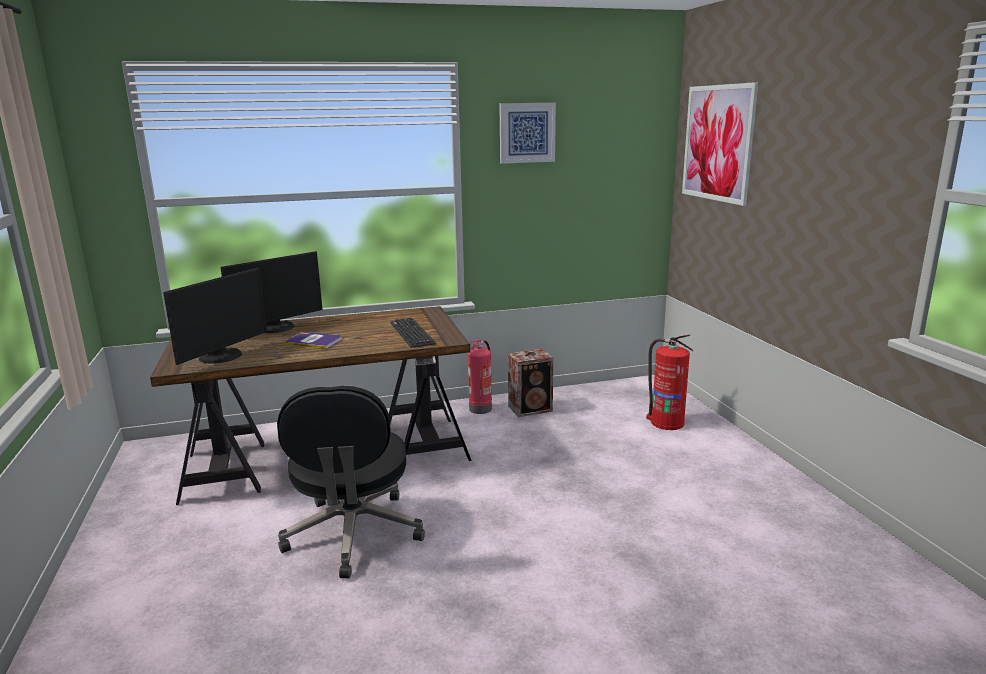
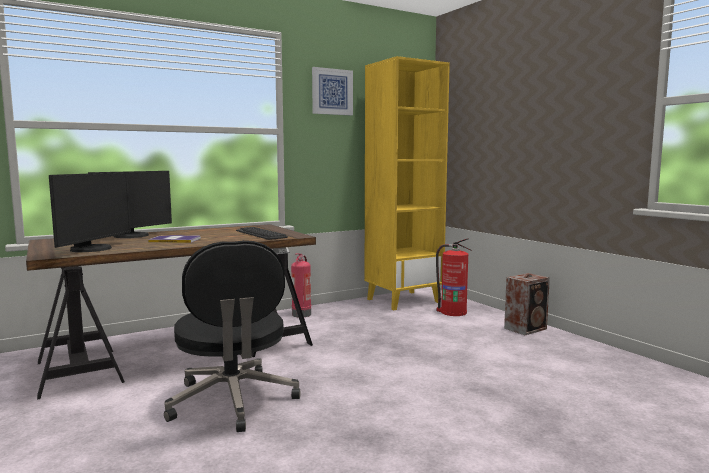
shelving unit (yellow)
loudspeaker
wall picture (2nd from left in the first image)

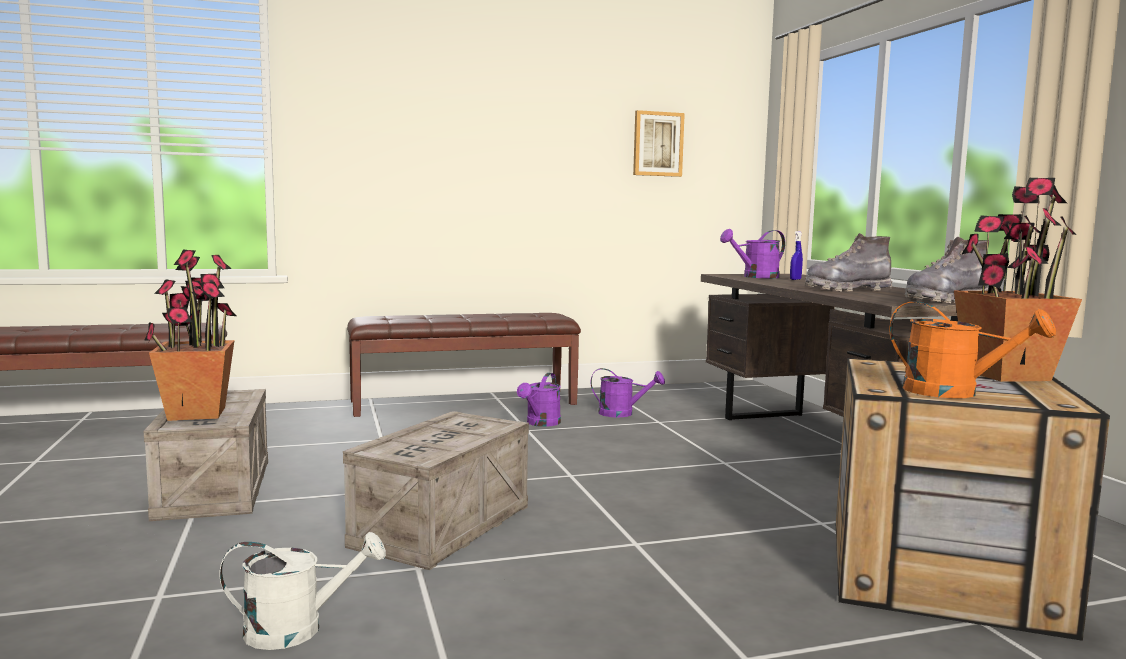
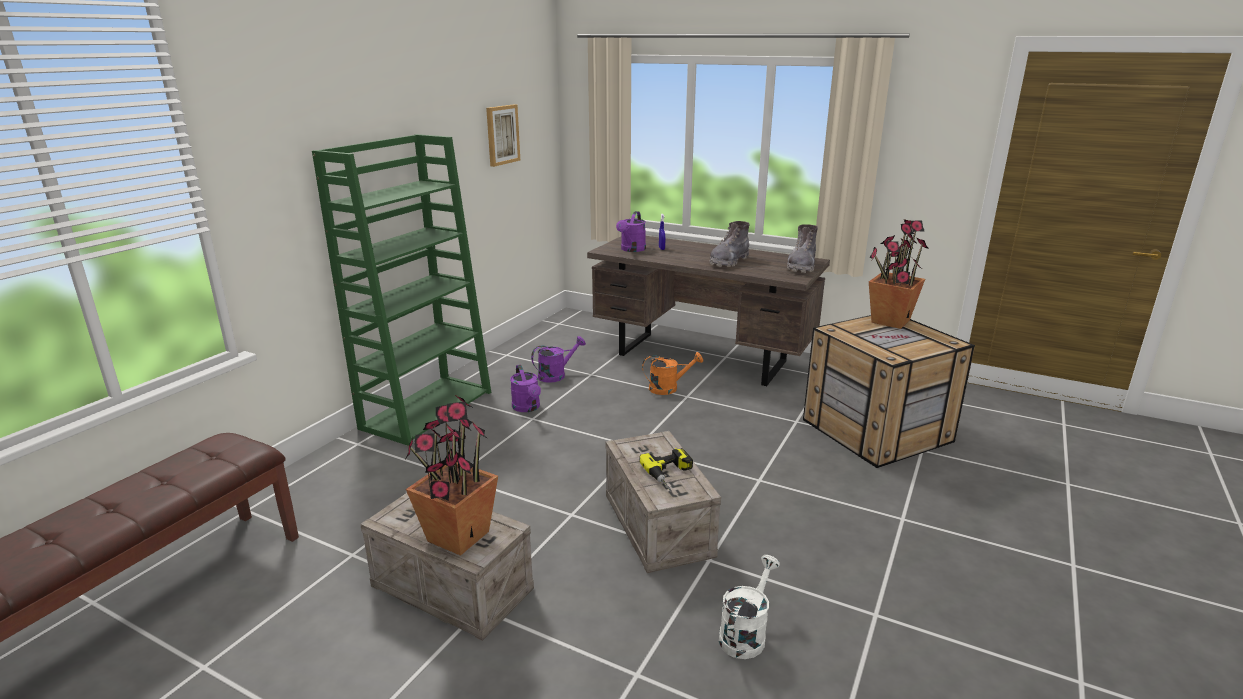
shelving unit (greenish)
electric drill
watering can (orange)

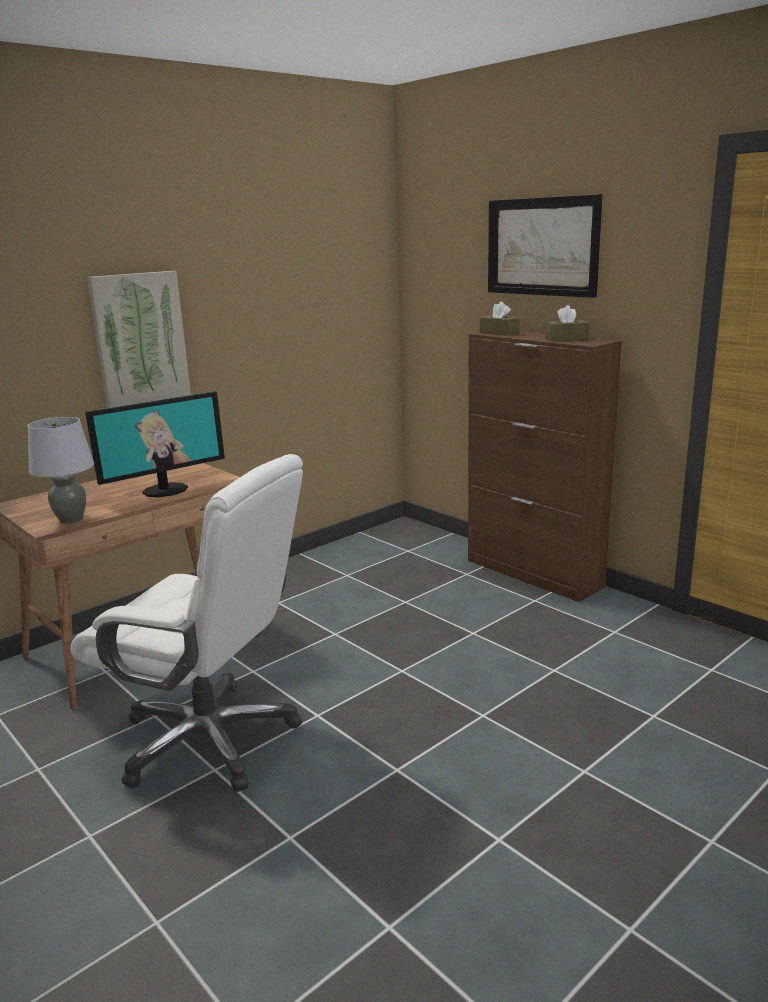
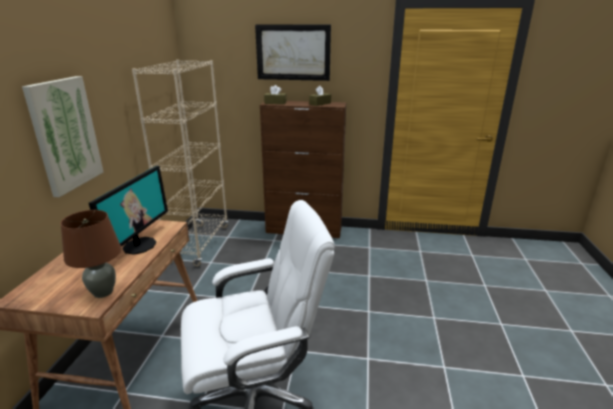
tabletop lamp (brownish)
shelving unit (sand-coloured)

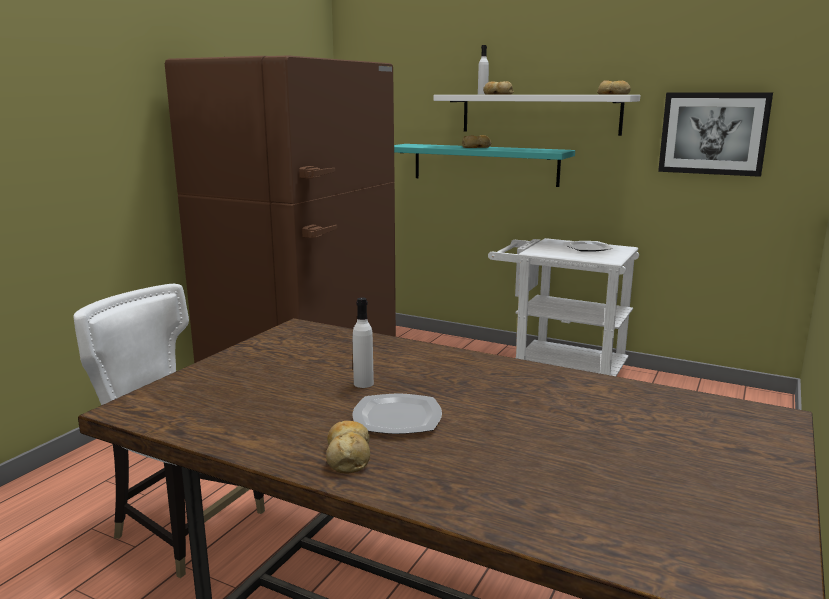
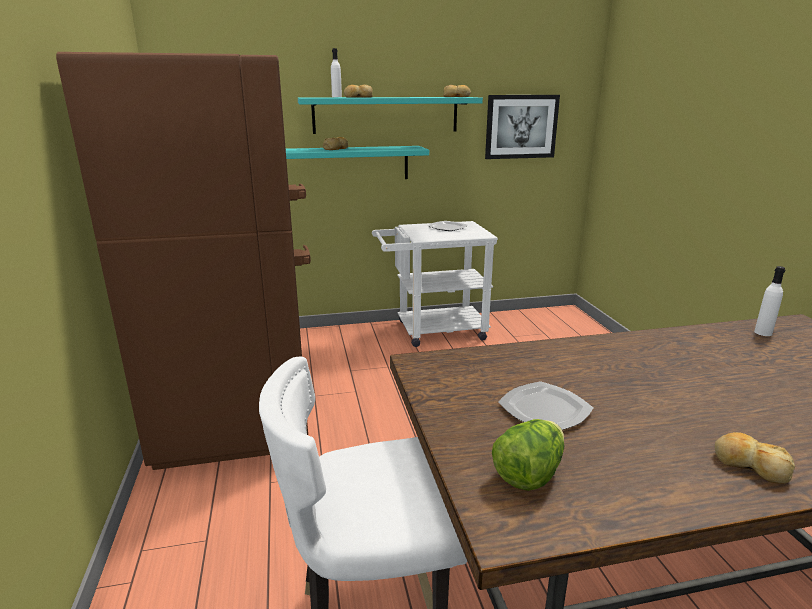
shelf (blue-green) (2nd from left)
lettuce
flat dish (2nd from left)
drink bottle (white-coloured) (2nd from left)

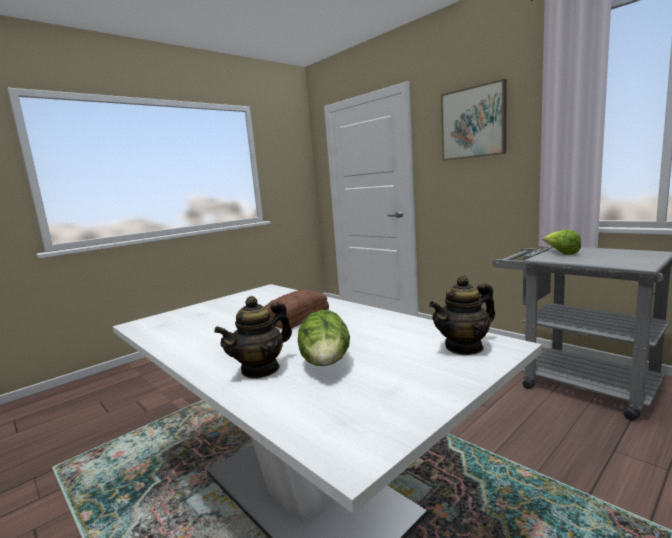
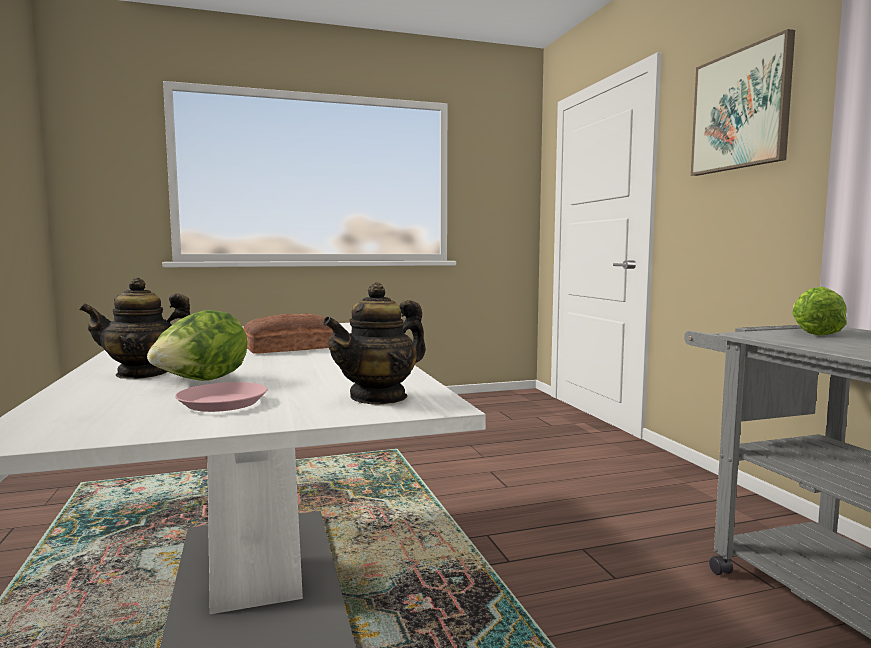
flat dish (pink)
tea pot (2nd from left)

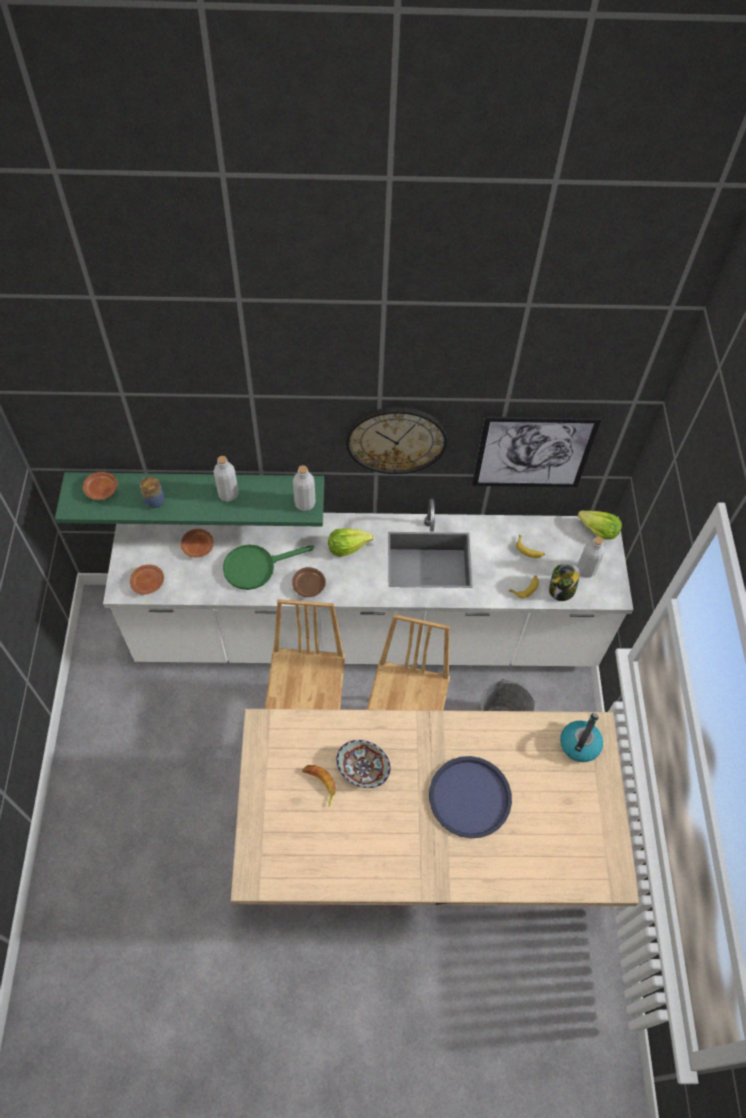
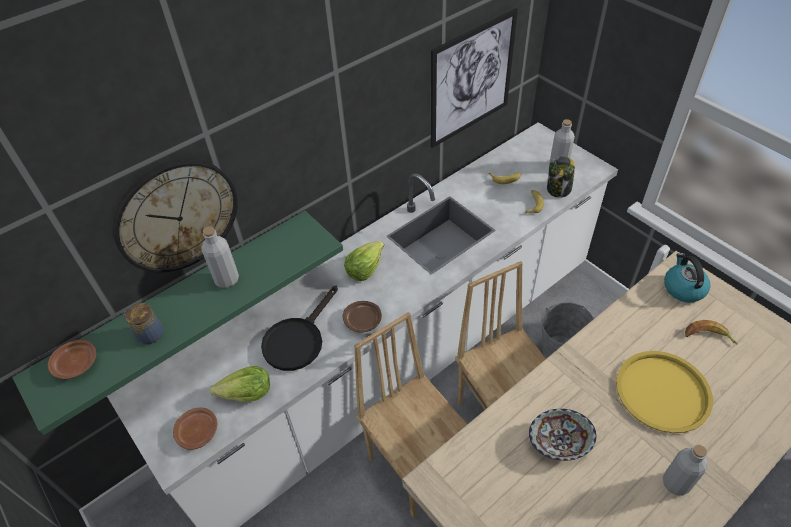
clock on the wall
lettuce (1st from left)
frying pan (black)
serving tray (yellow)
drink bottle (gray) (3rd from left)
banana (3rd from left)
flat dish (brownish) (3rd from left in the first image)

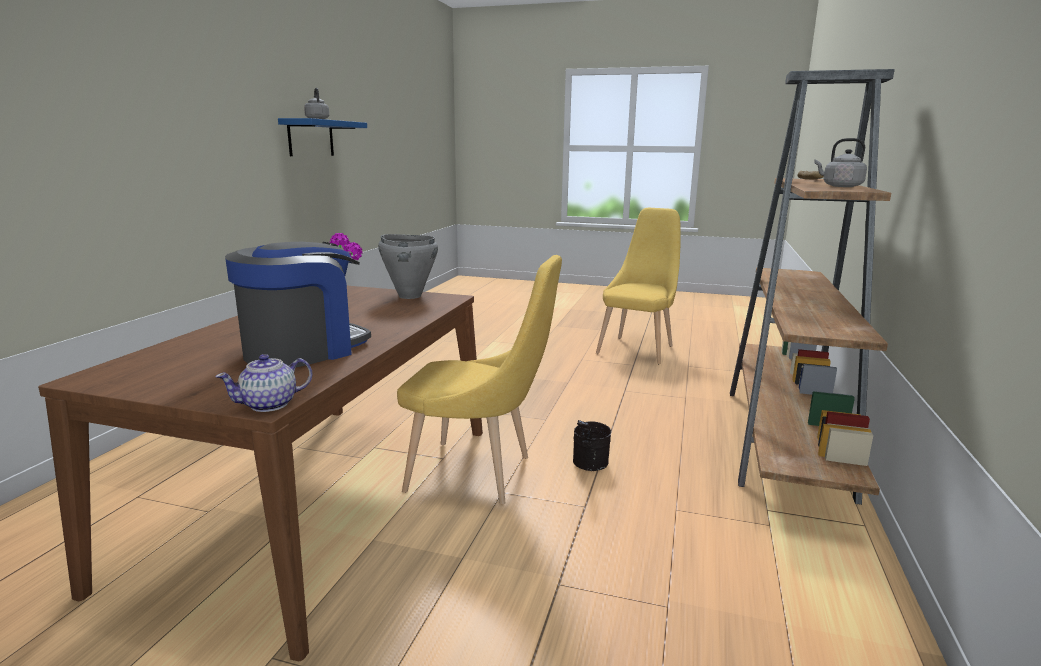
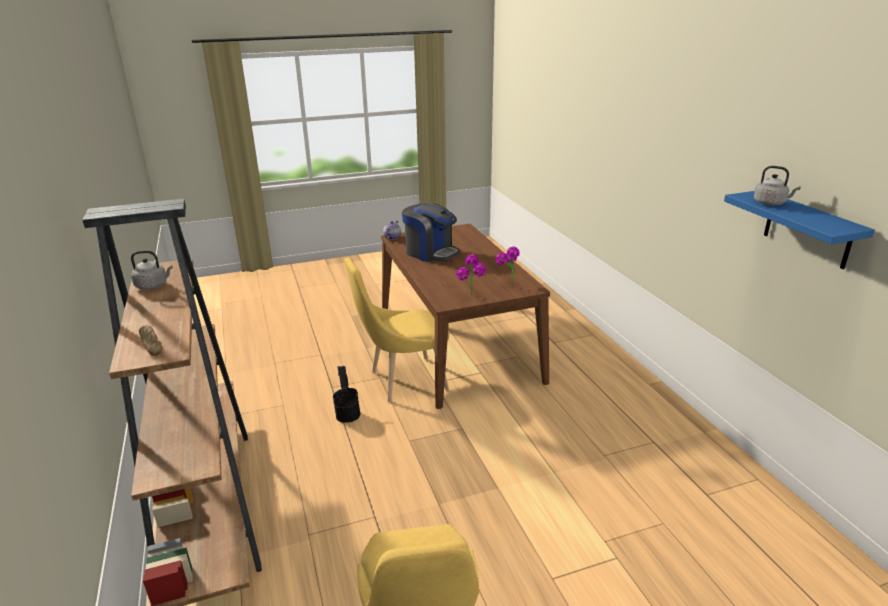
coffee maker
houseplant (1st from left)

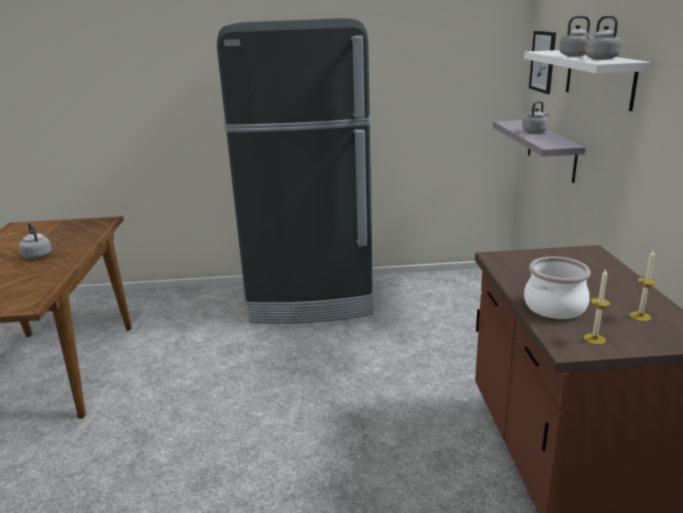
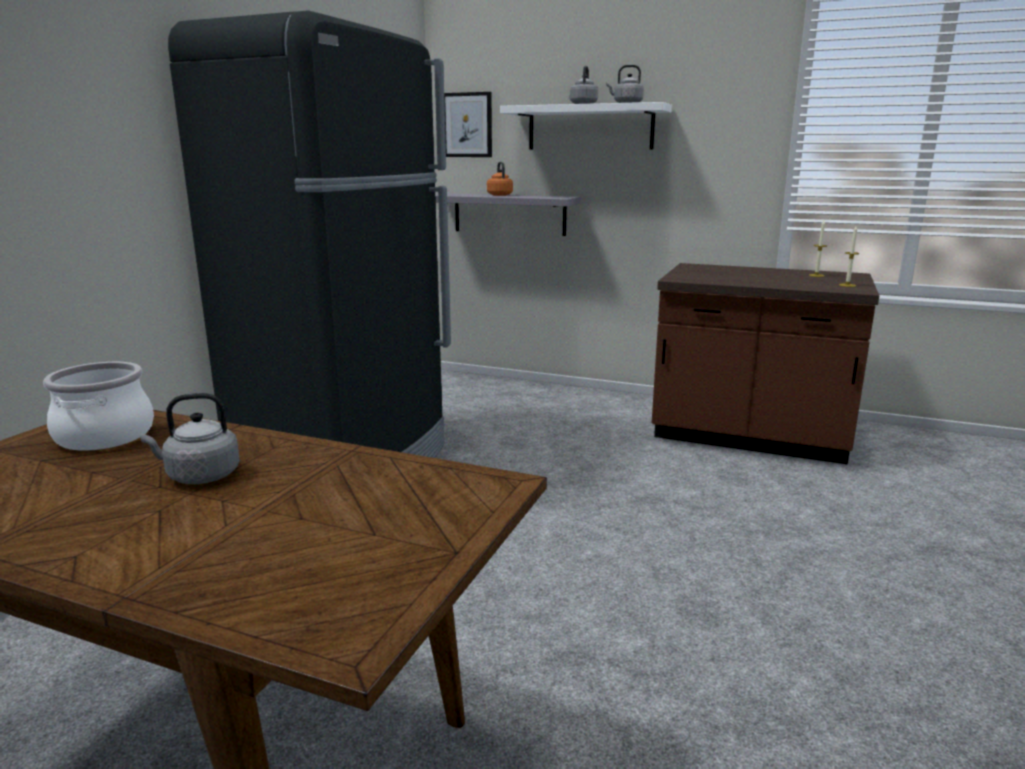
saucepot
kettle (orange)

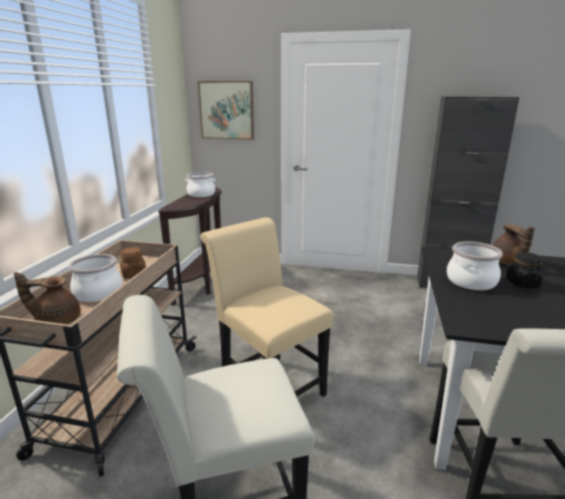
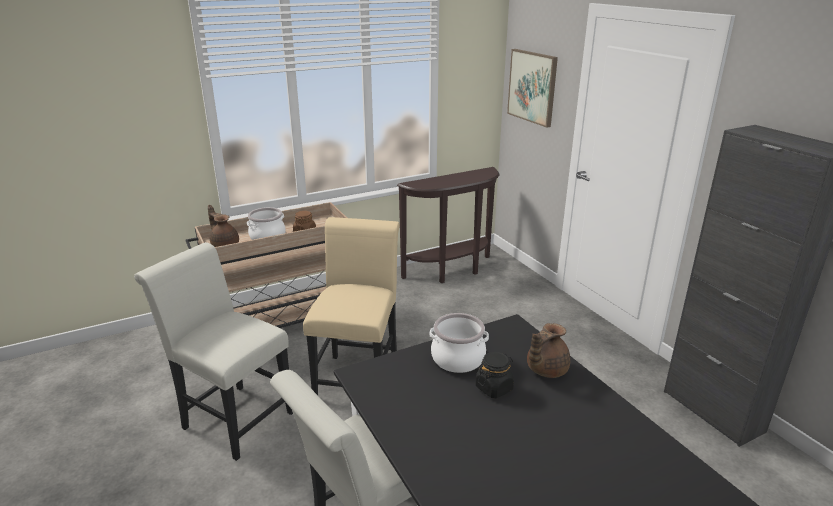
saucepot (2nd from left in the first image)

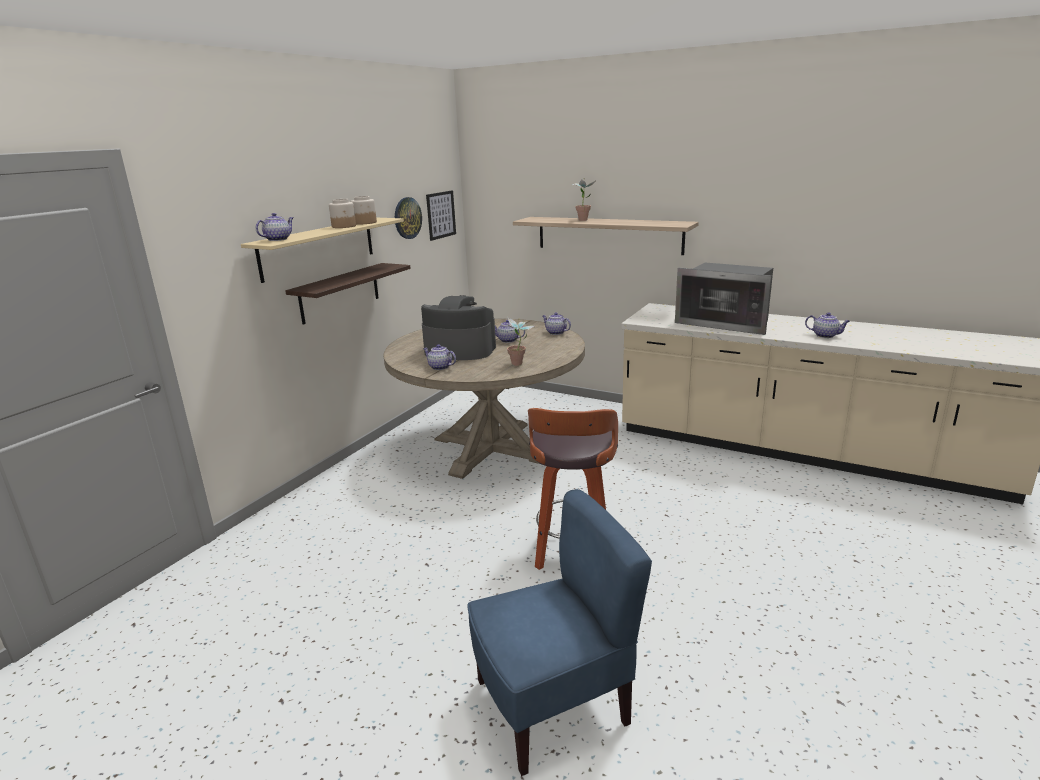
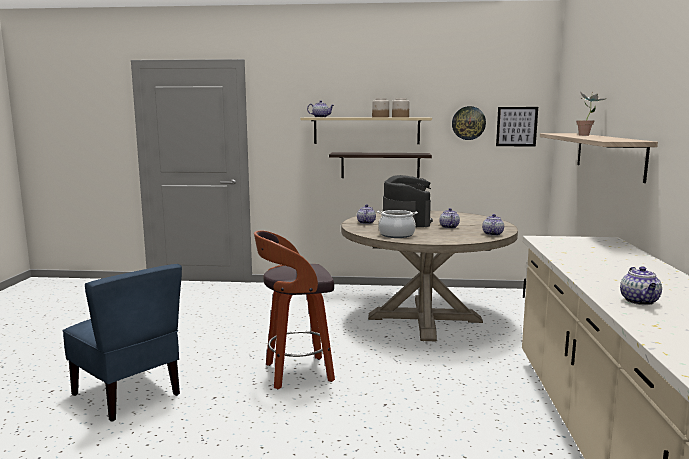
saucepot
microwave

